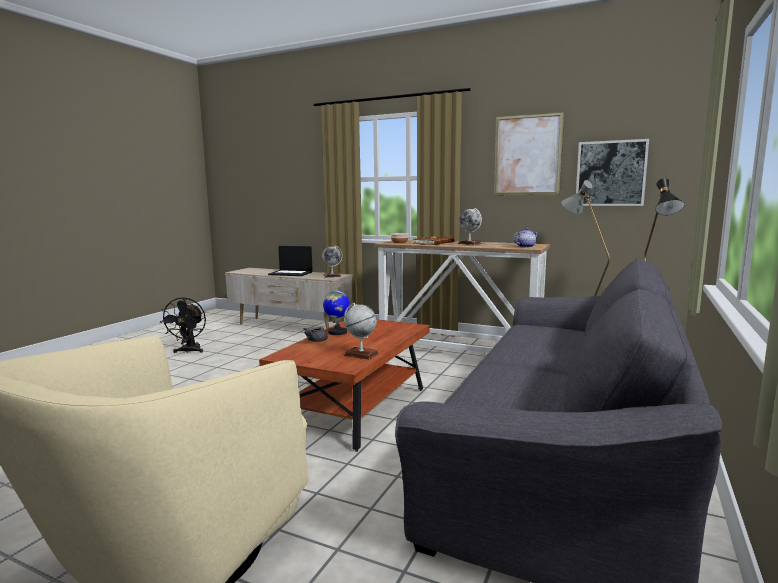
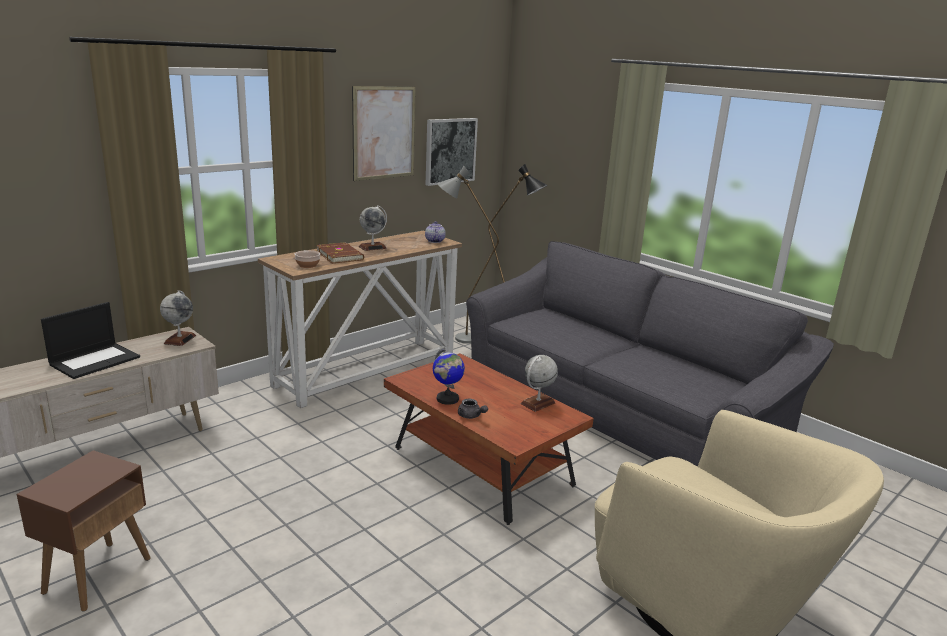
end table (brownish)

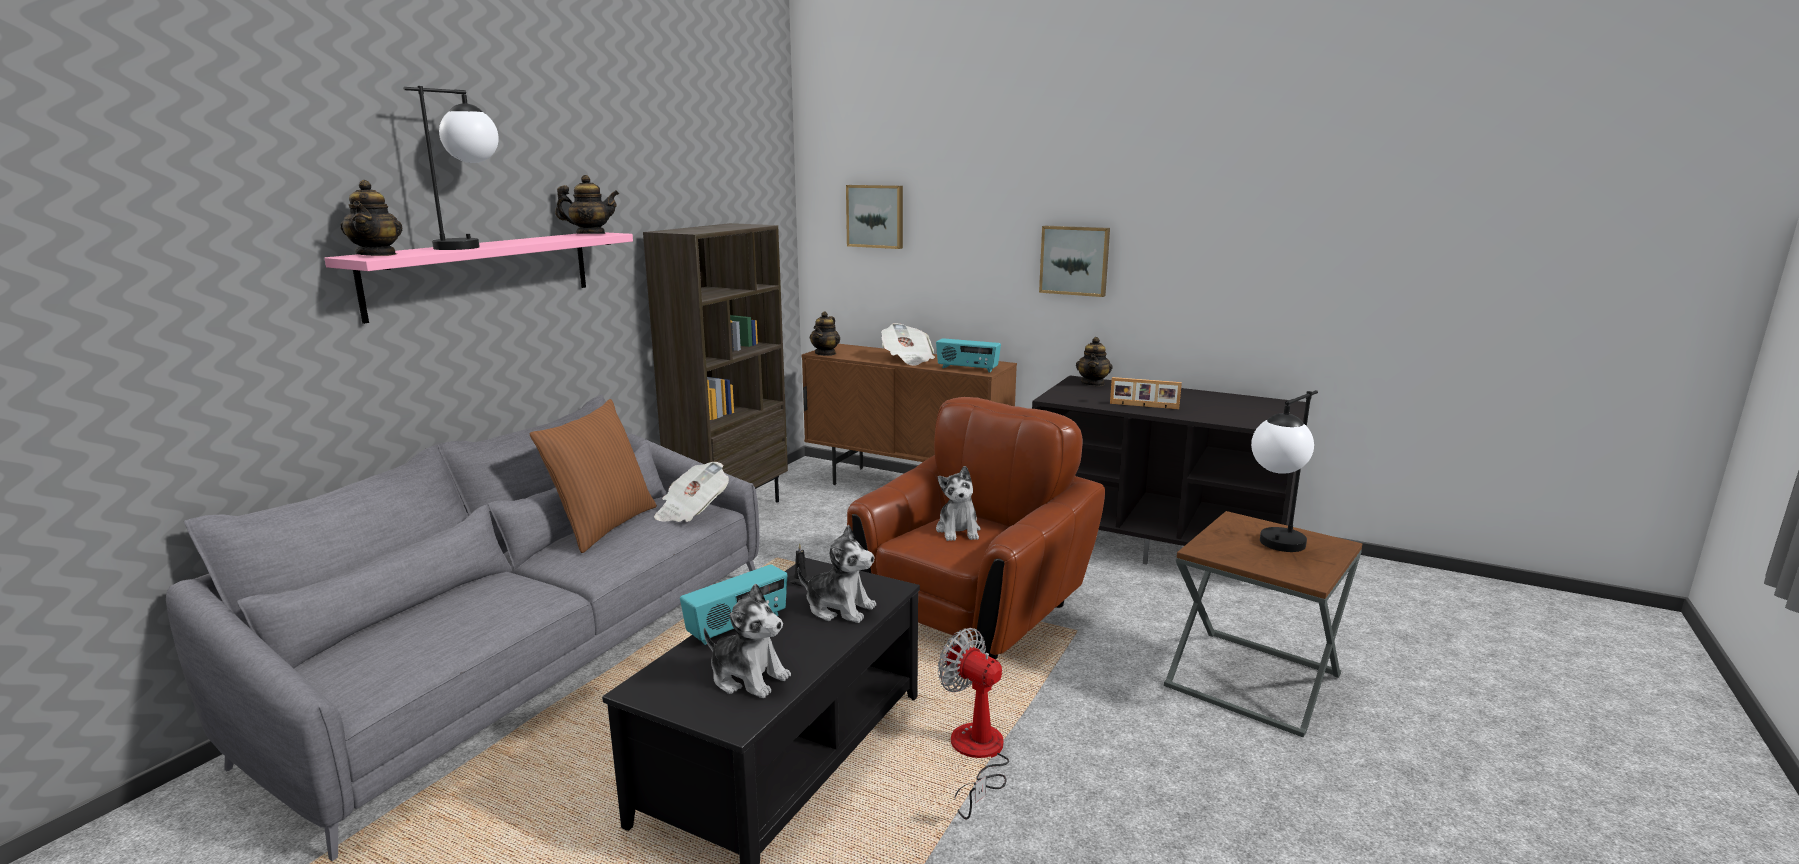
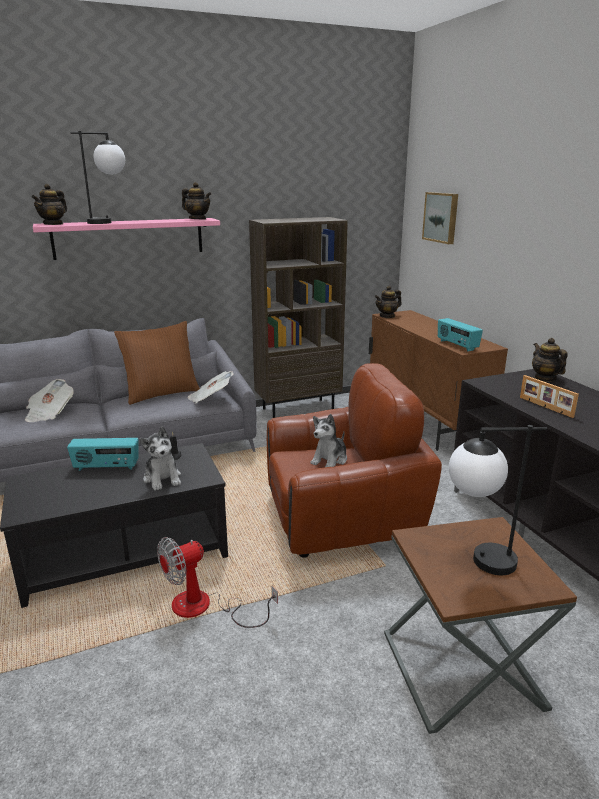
printed paper (1st from left)
electric fan
tea pot (4th from left)
plush toy (1st from left in the first image)
wall picture (2nd from left in the first image)

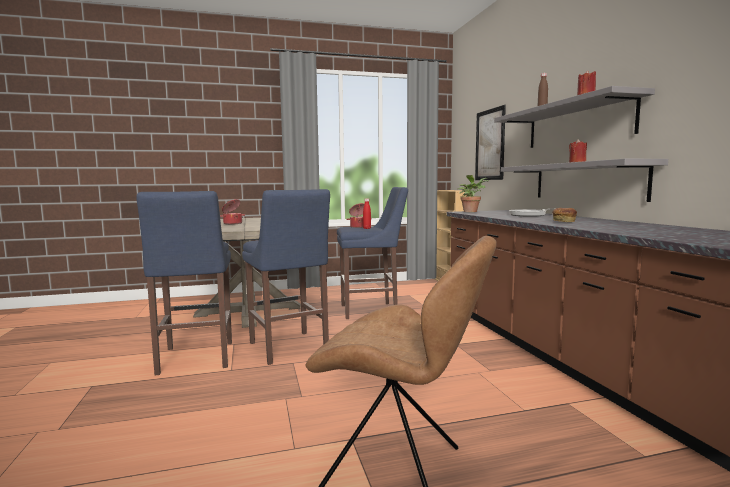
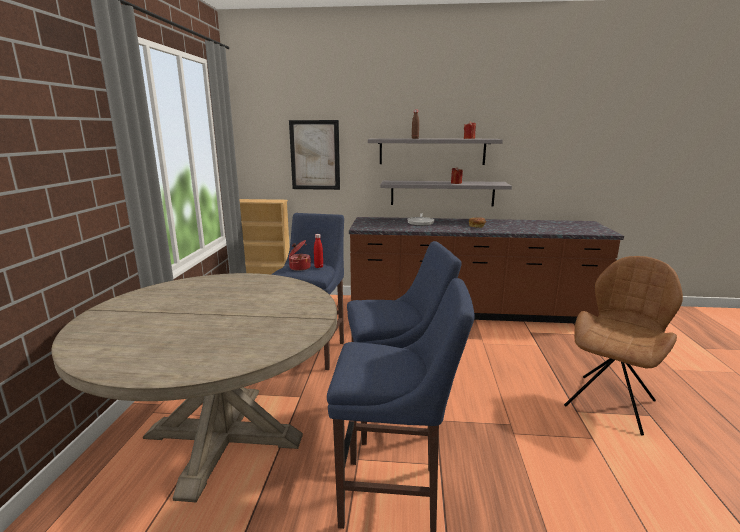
saucepot (1st from left in the first image)
houseplant

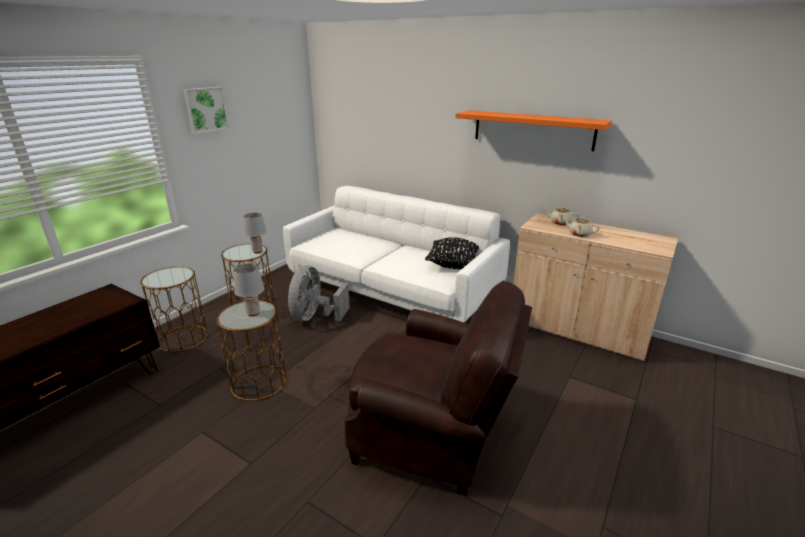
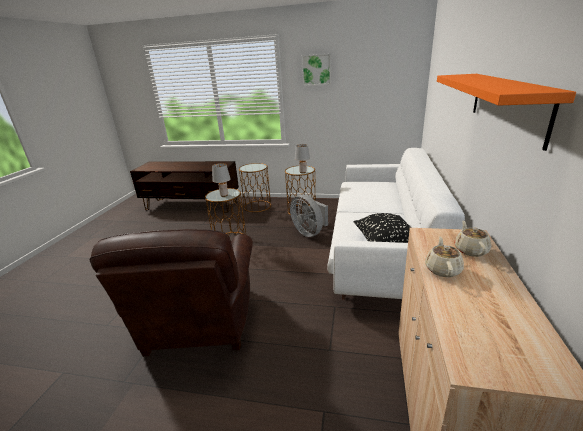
electric fan (gray)

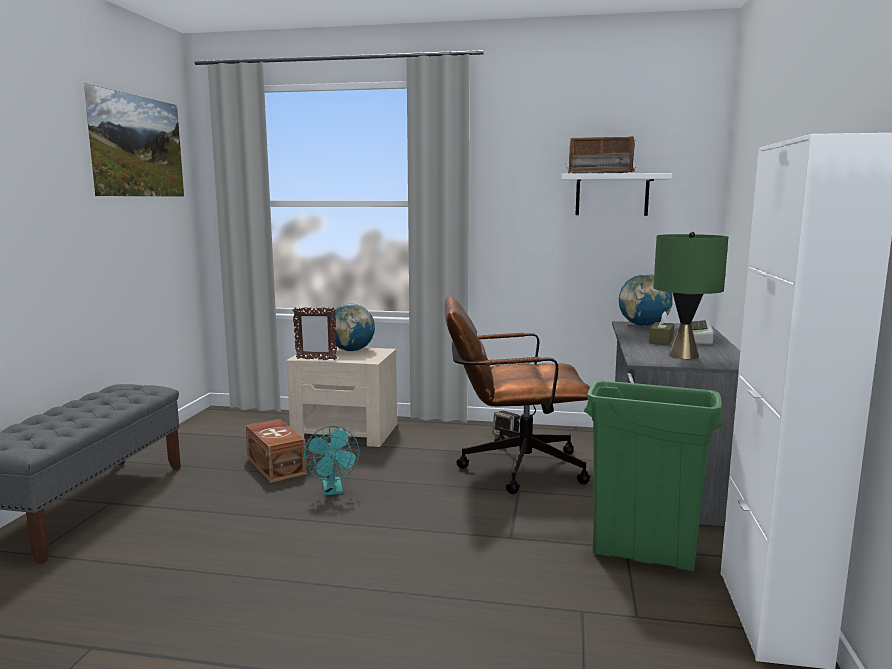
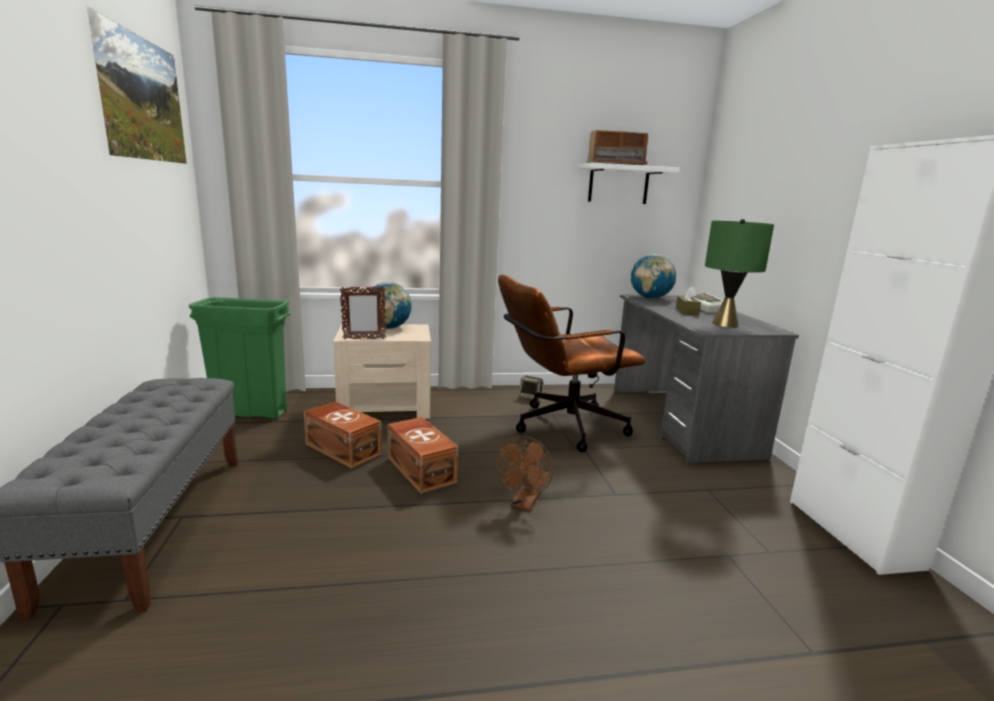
trash can (greenish)
storage box (brownish) (2nd from left)
electric fan (brownish)

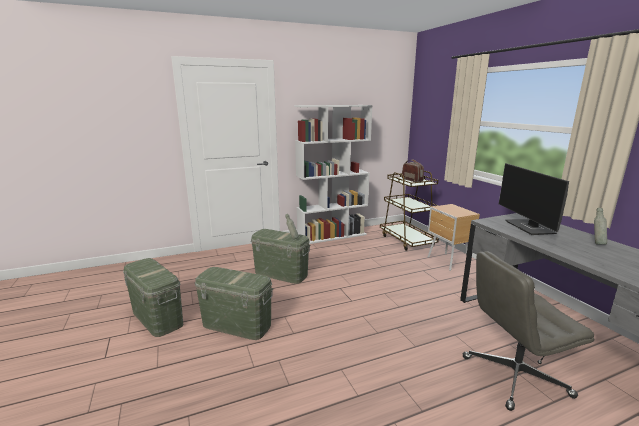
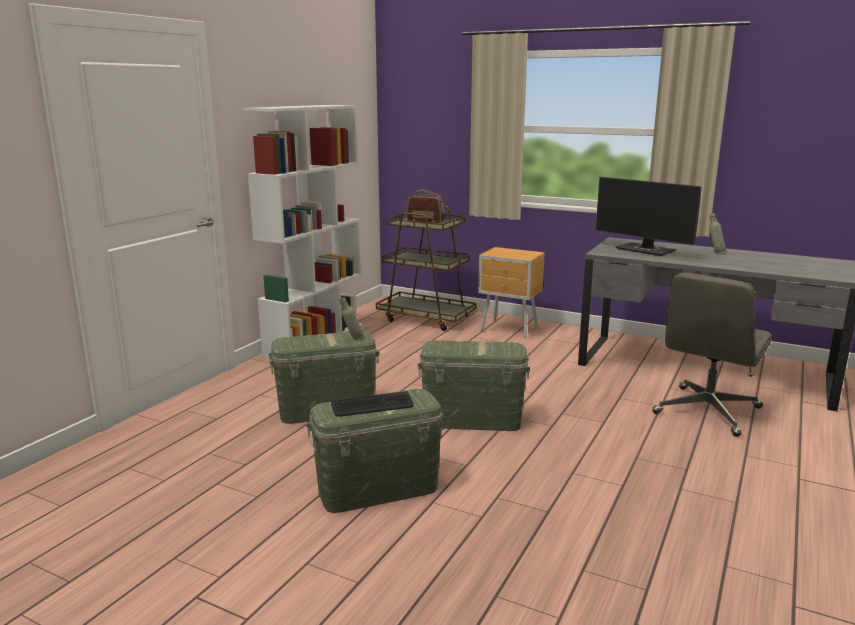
keyboard
storage box (greenish) (3rd from left)

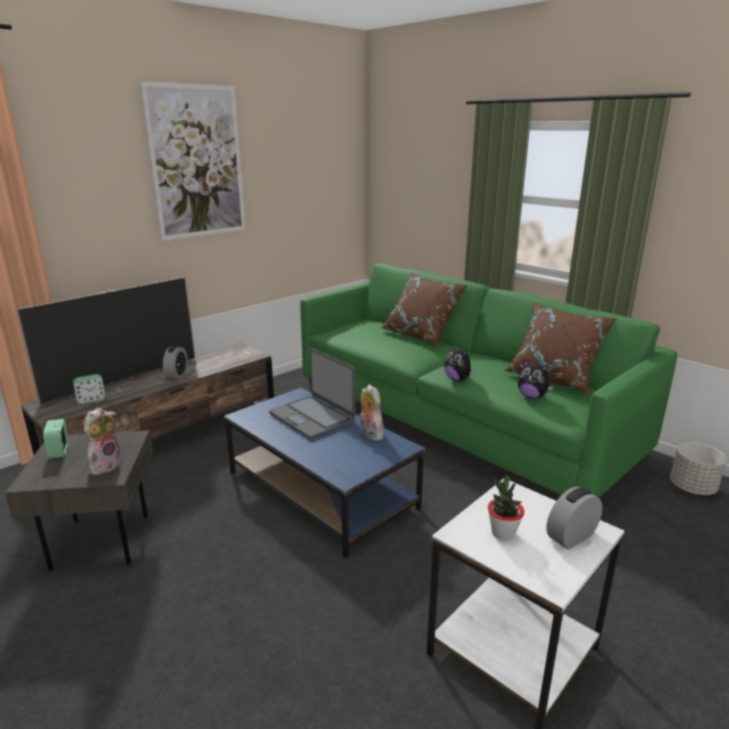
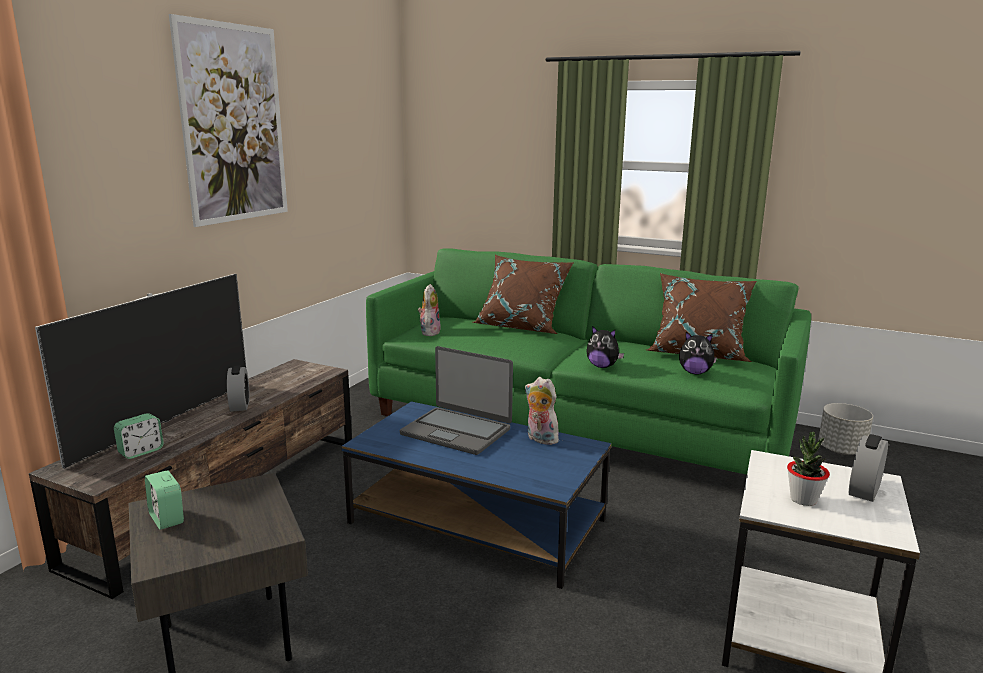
plush toy (1st from left)

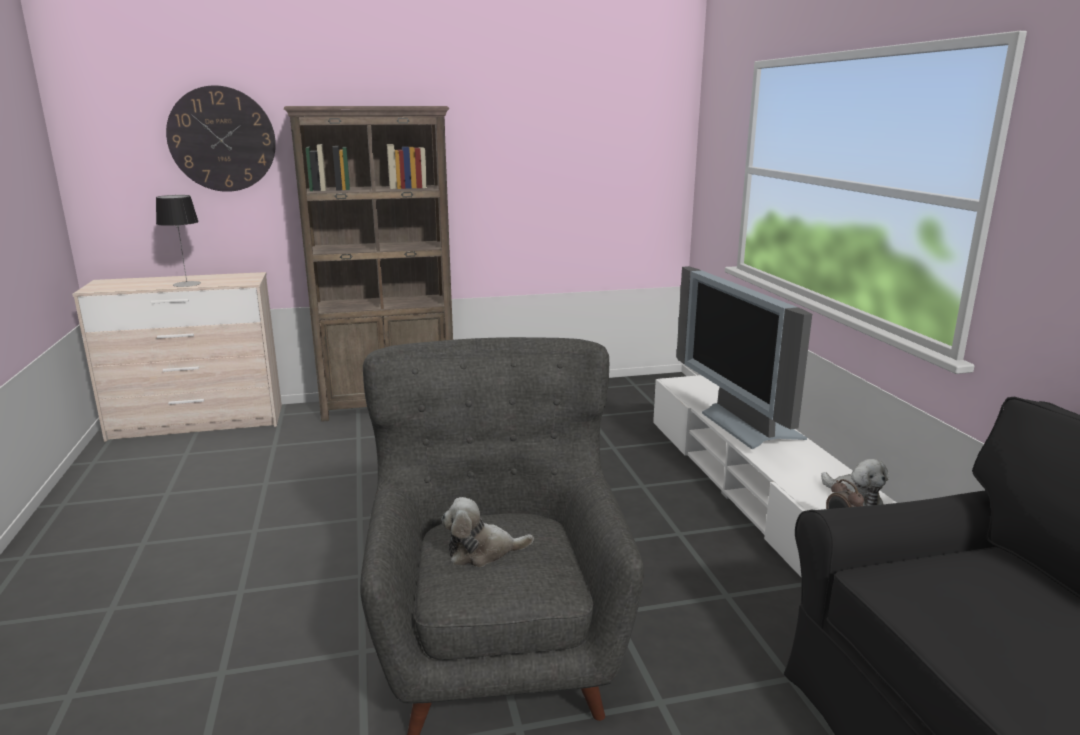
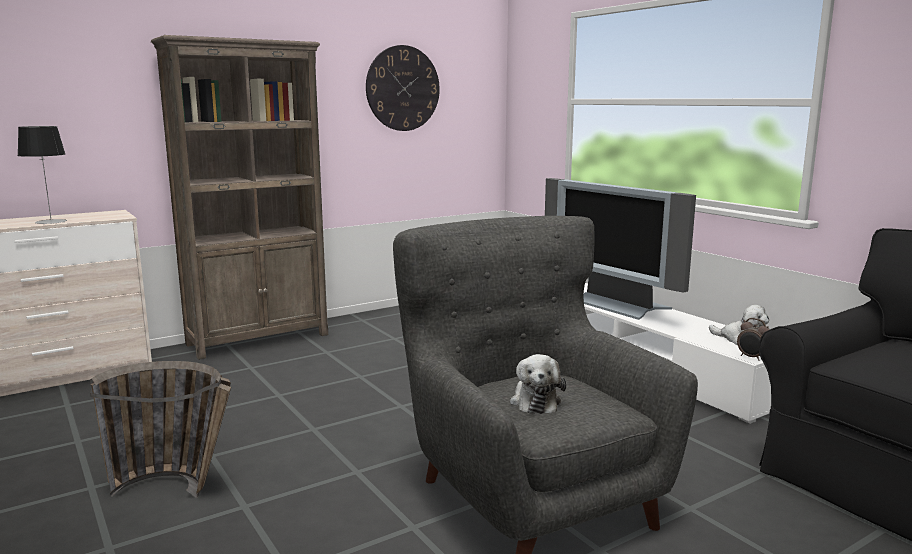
household basket
clock on the wall
plush toy (1st from left)

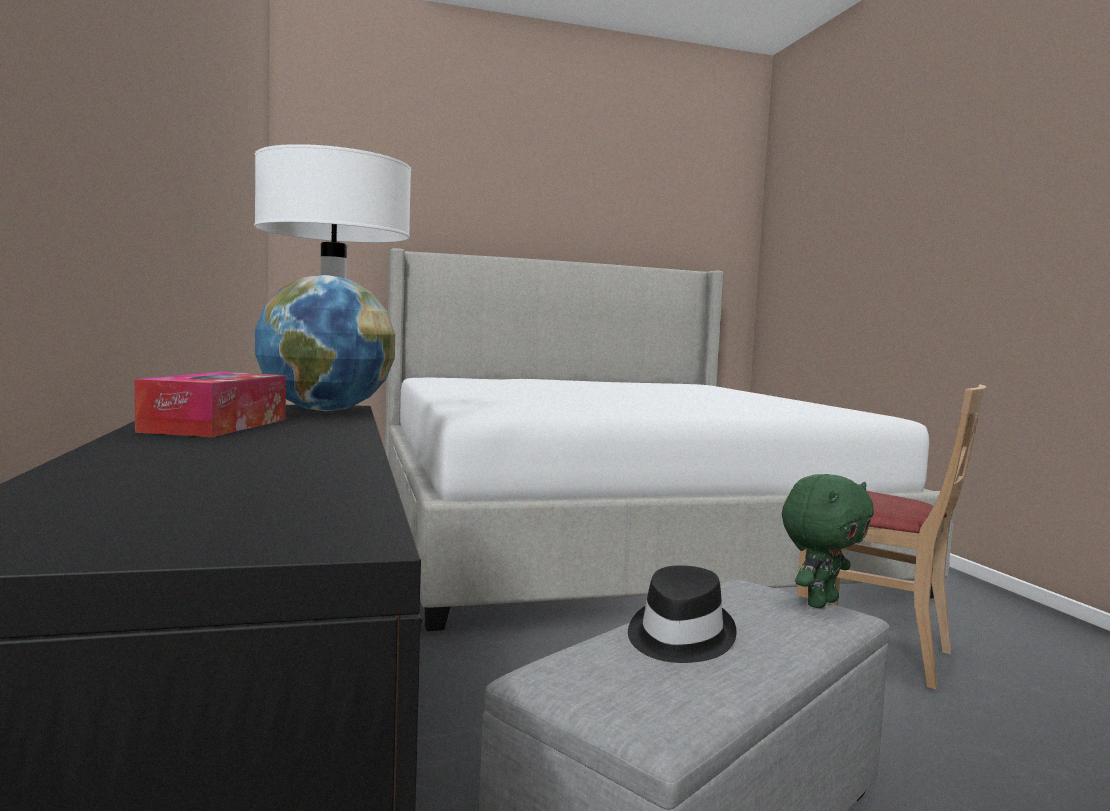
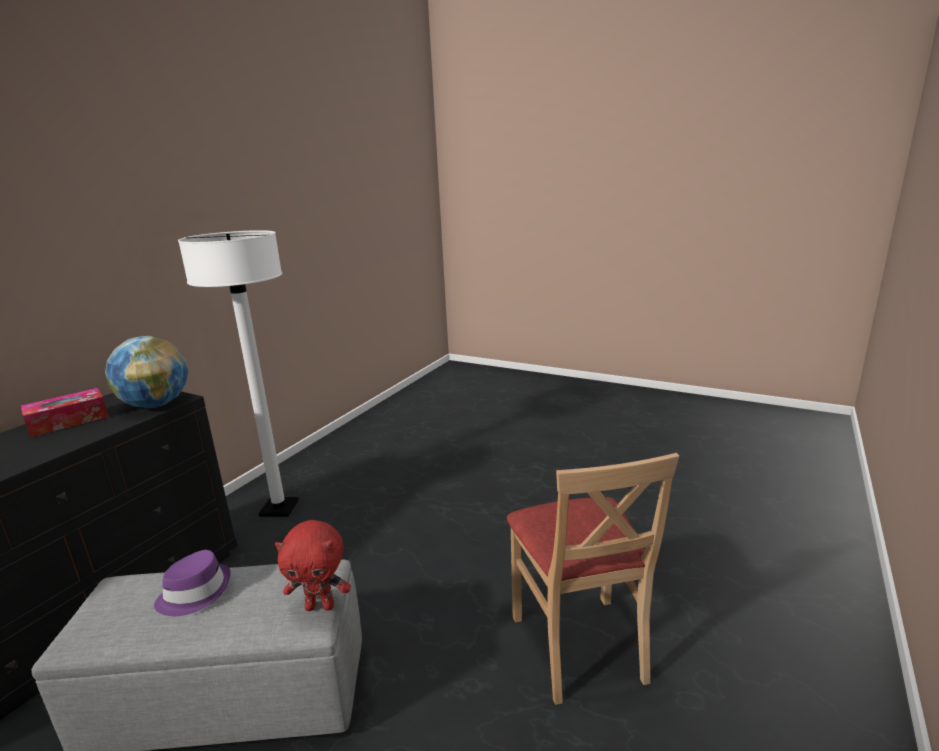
hat (purple-coloured)
plush toy (reddish)
bed

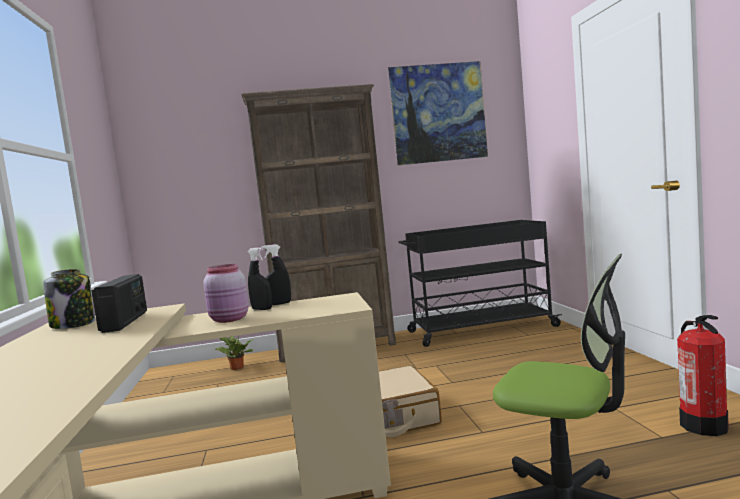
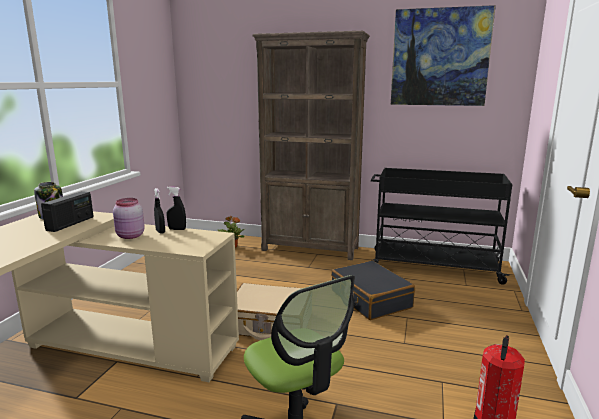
suitcase (black)

